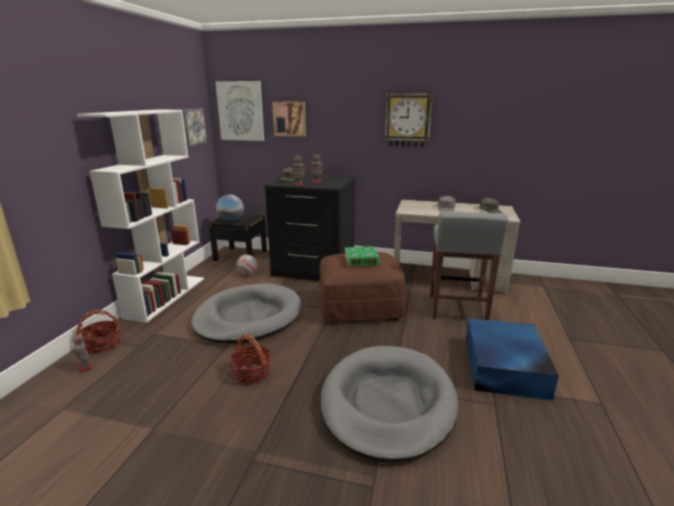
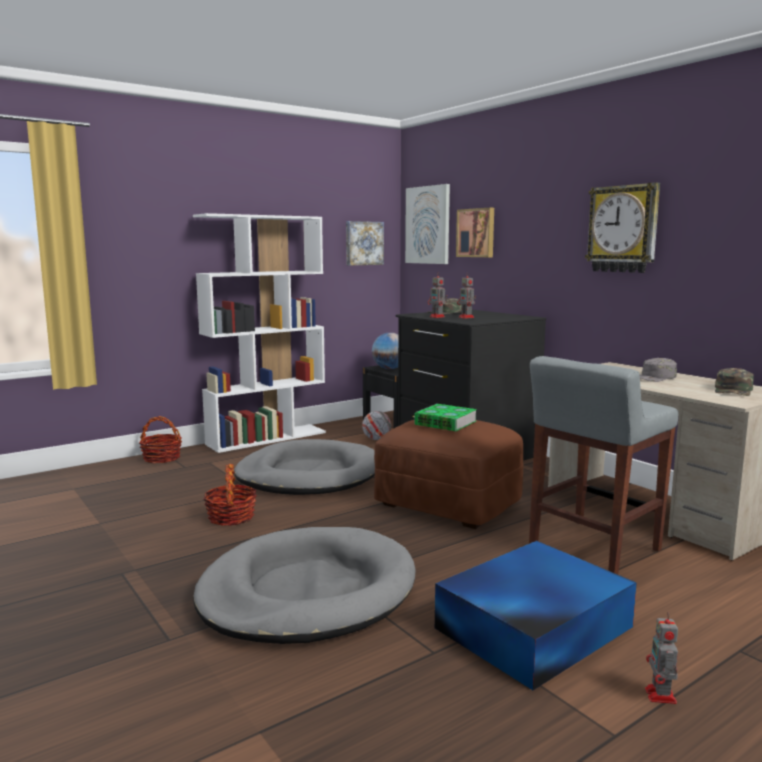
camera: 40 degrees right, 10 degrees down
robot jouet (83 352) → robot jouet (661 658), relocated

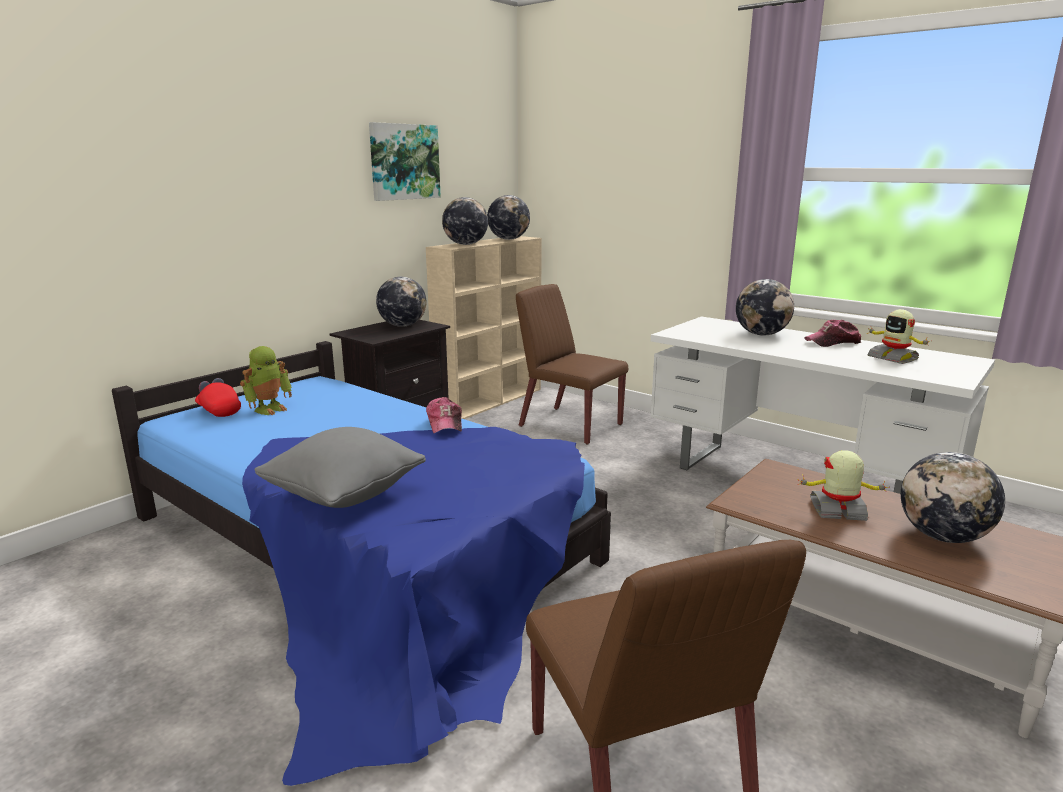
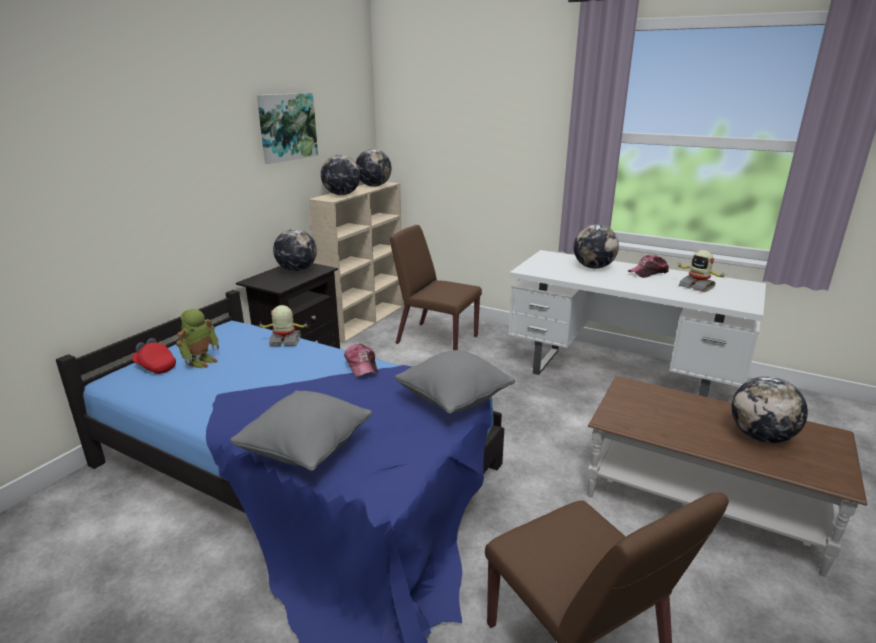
camera: 10 degrees left, 5 degrees up
robot jouet (843 485) → robot jouet (283 325), relocated
- → coussin/gris (455 382)

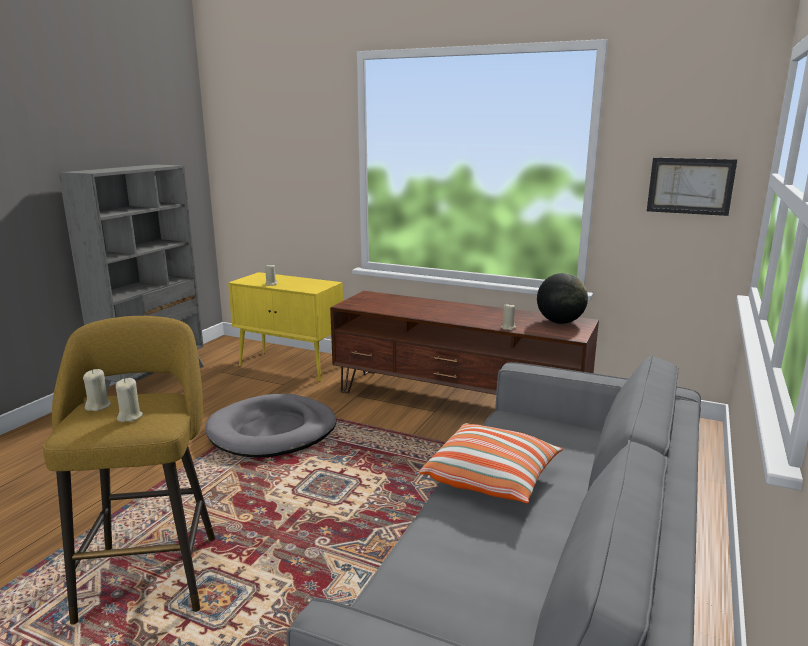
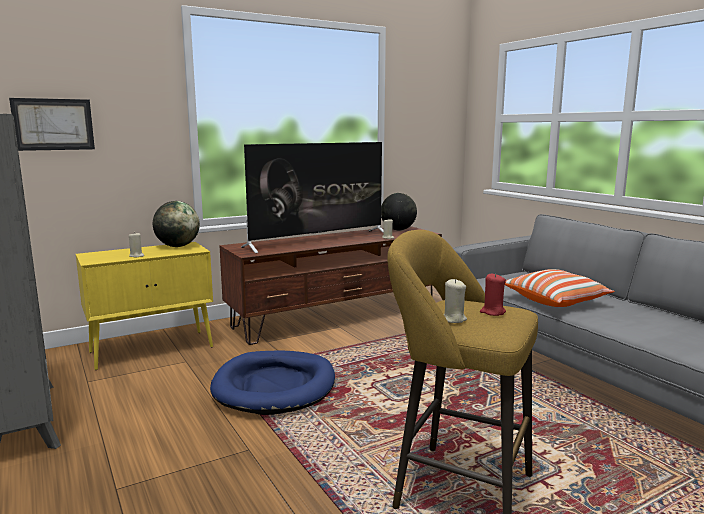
camera: 55 degrees left, 5 degrees down
tableau (692 187) → tableau (52 124), relocated
- → globe (176 224)
panier pour chien/gris (271 426) → panier pour chien/bleu (272 382)
- → téléviseur (312 197)
bougie/beige (129 400) → bougie/rouge (493 294)

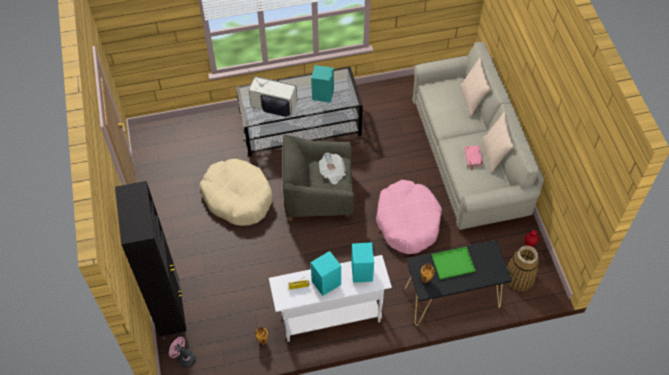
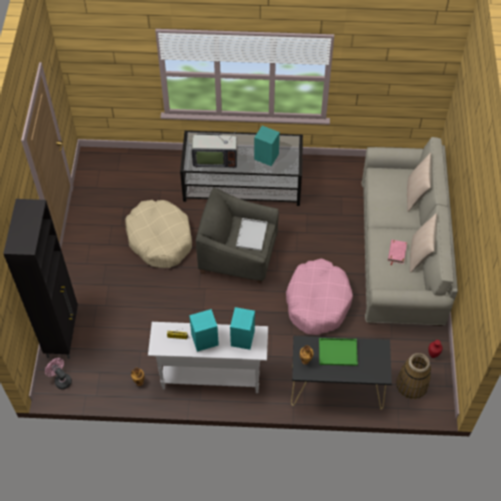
camera: 15 degrees right, 0 degrees up
téléviseur (272 92) → téléviseur (215 148), 150 degrees clockwise
journal (332 169) → plateau/blanc (252 234)

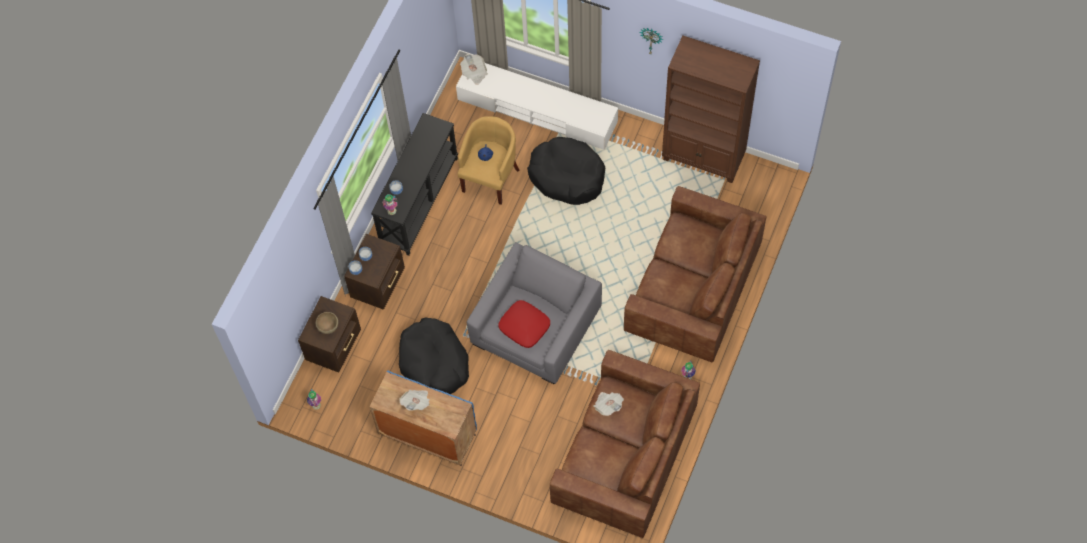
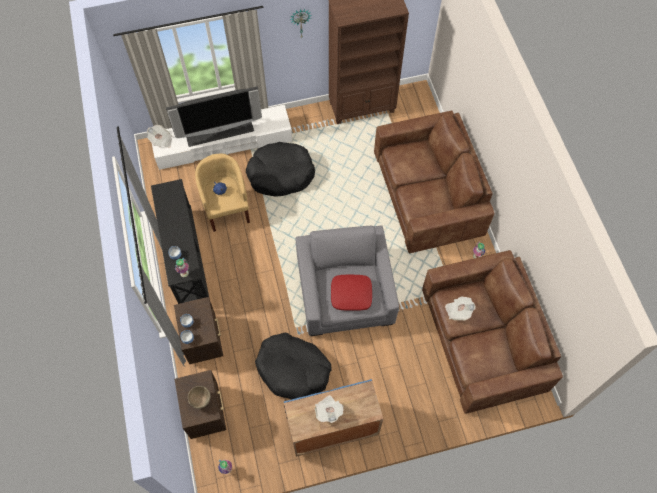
camera: 40 degrees left, 0 degrees up
- → téléviseur (214 116)

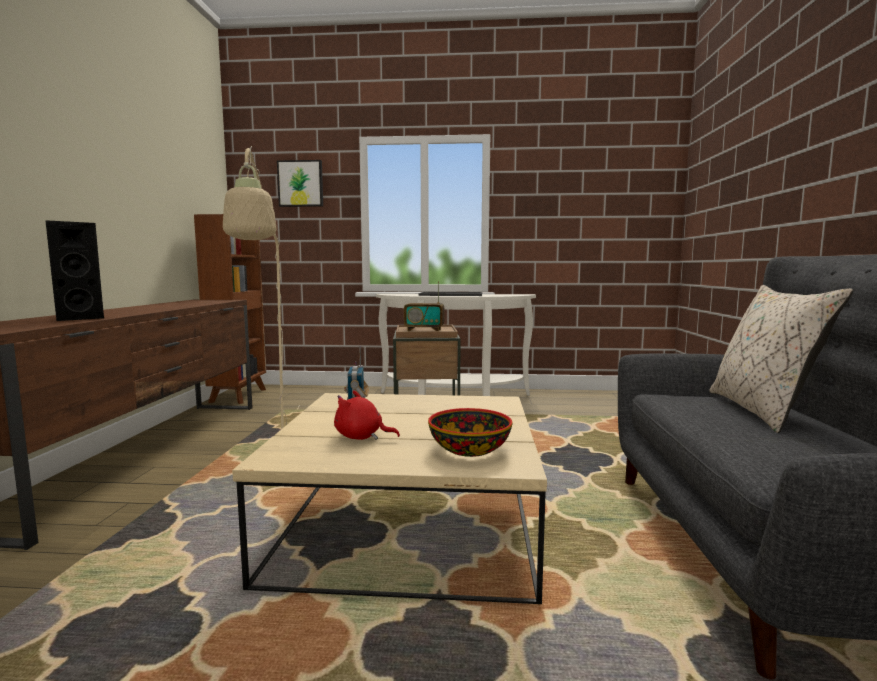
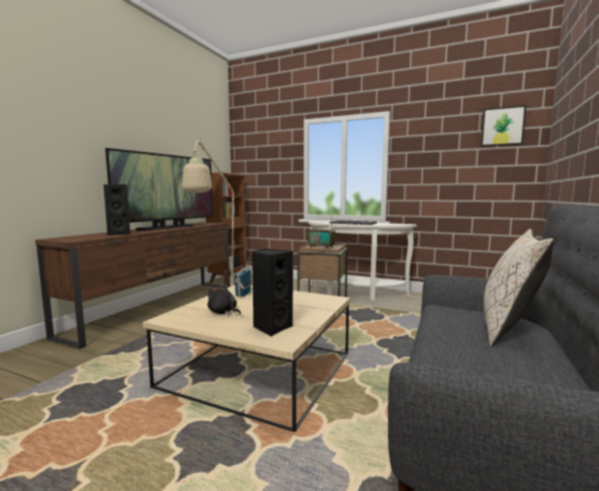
camera: 20 degrees right, 0 degrees up
- → téléviseur (159 189)
peluche/rouge (367 415) → peluche/noir (224 300)
bol (470 432) → enceinte/noir (272 293)
tableau (300 183) → tableau (503 126), relocated

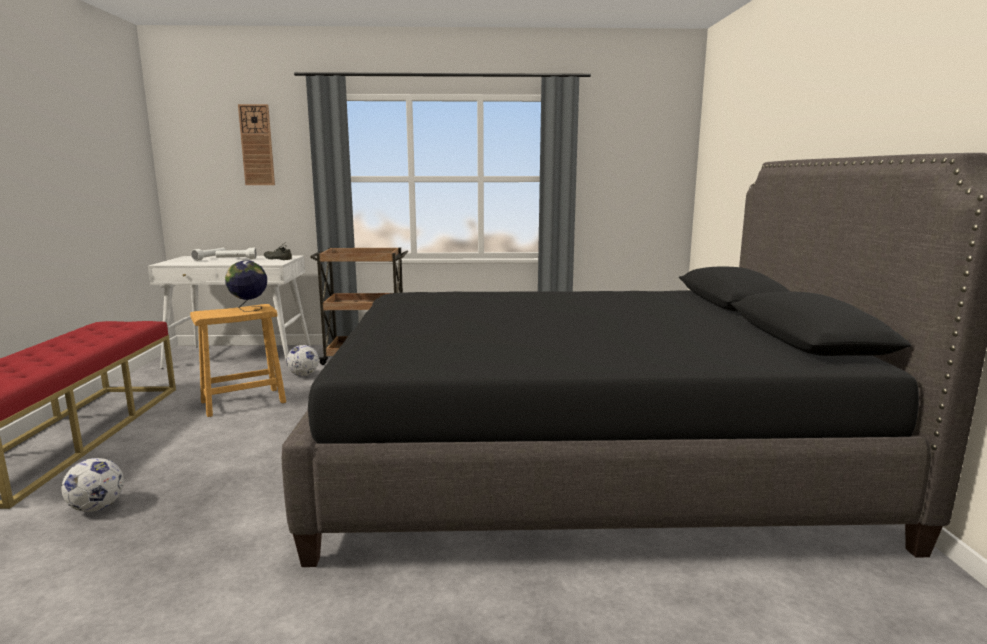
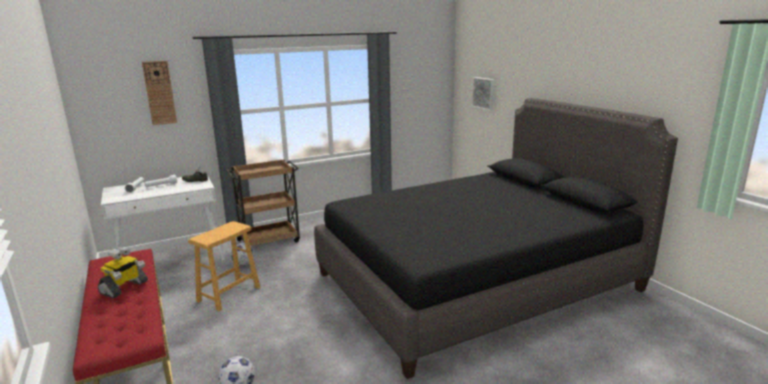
camera: 25 degrees left, 5 degrees up
- → robot jouet (123 272)
- → tableau (483 94)
globe (246 286) → -

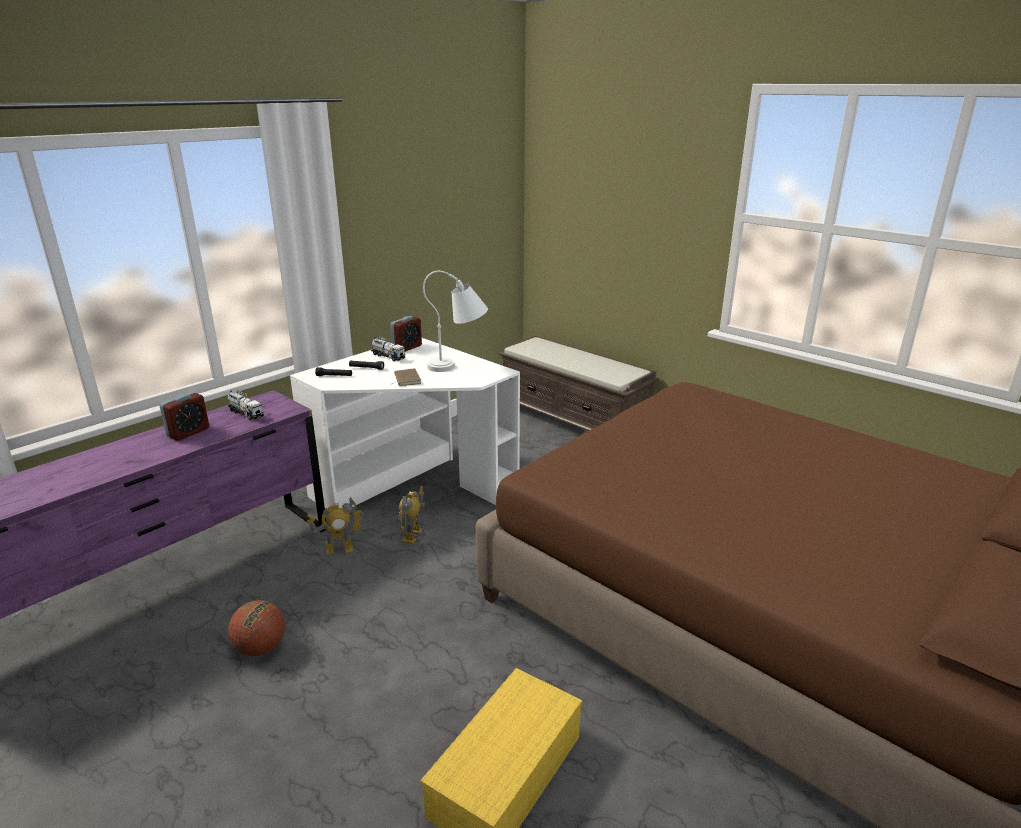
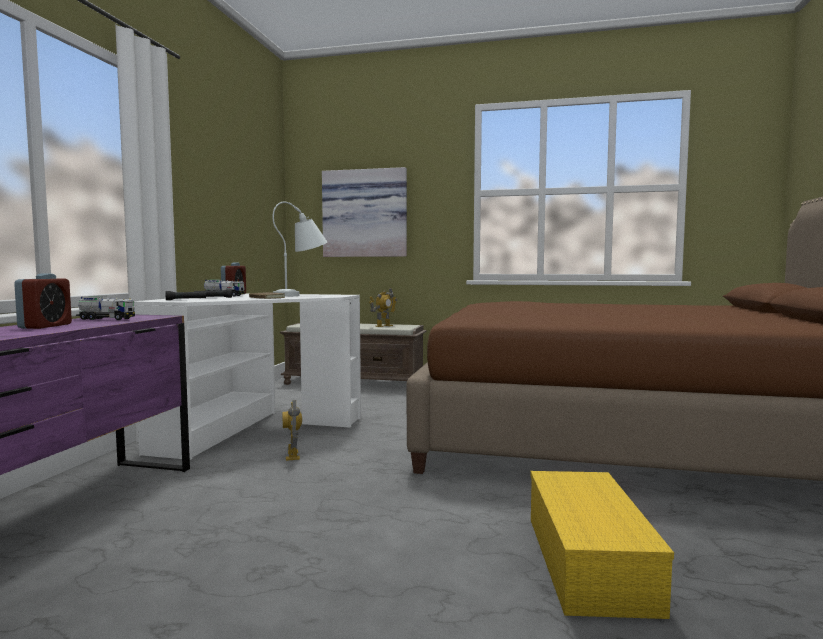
camera: 30 degrees left, 20 degrees down
- → tableau (364 212)
robot jouet (335 526) → robot jouet (383 307), relocated
ballon de basket (256 628) → -

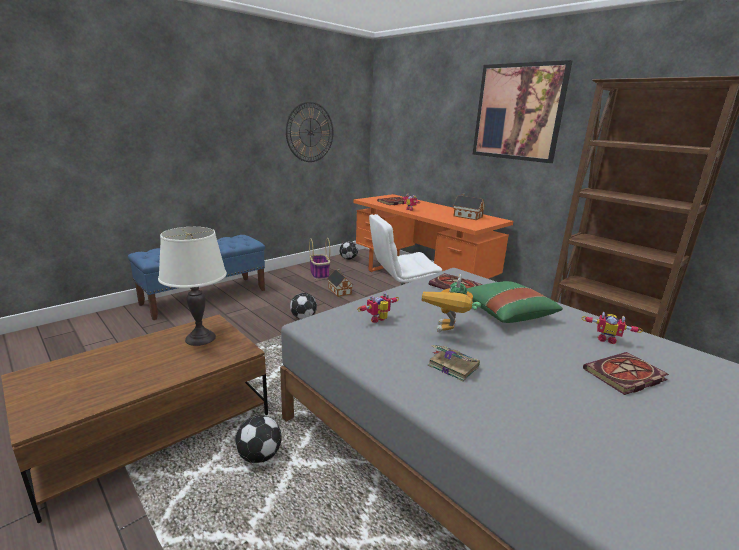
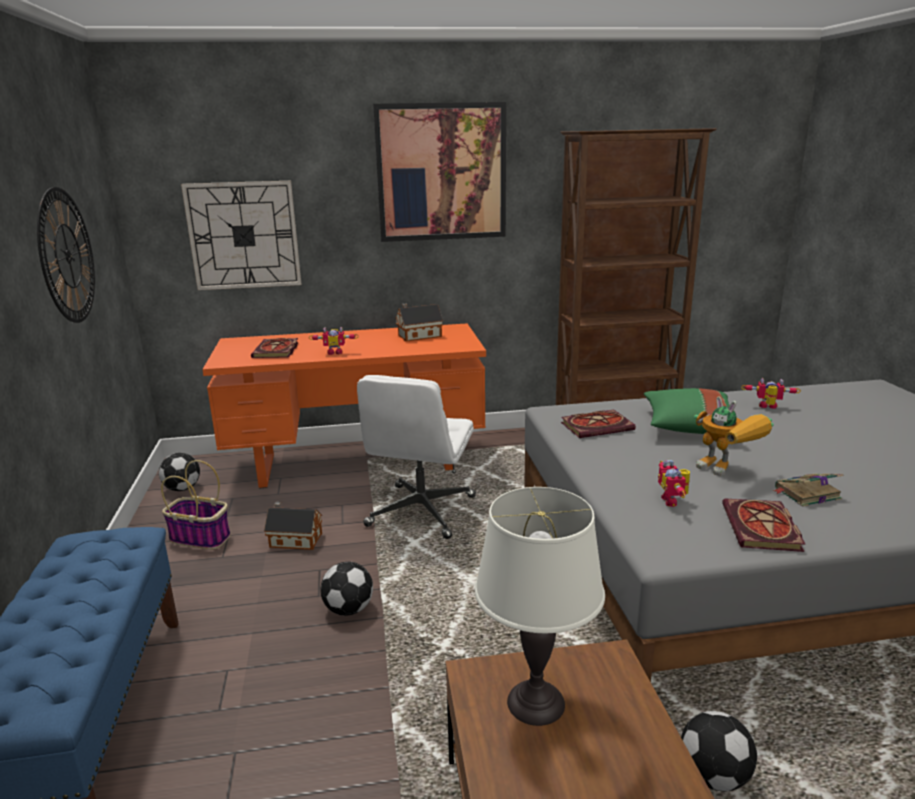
camera: 55 degrees left, 0 degrees up
- → horloge murale (241 235)
livre (626 373) → livre (764 525), relocated
robot jouet (612 328) → robot jouet (771 393), 135 degrees counterclockwise

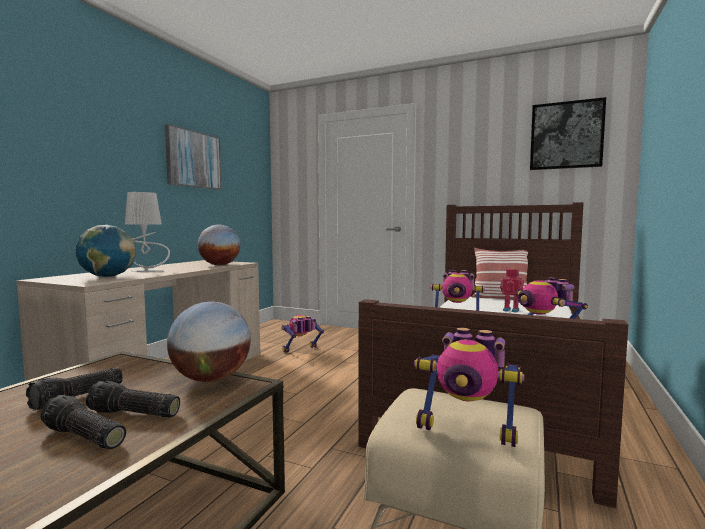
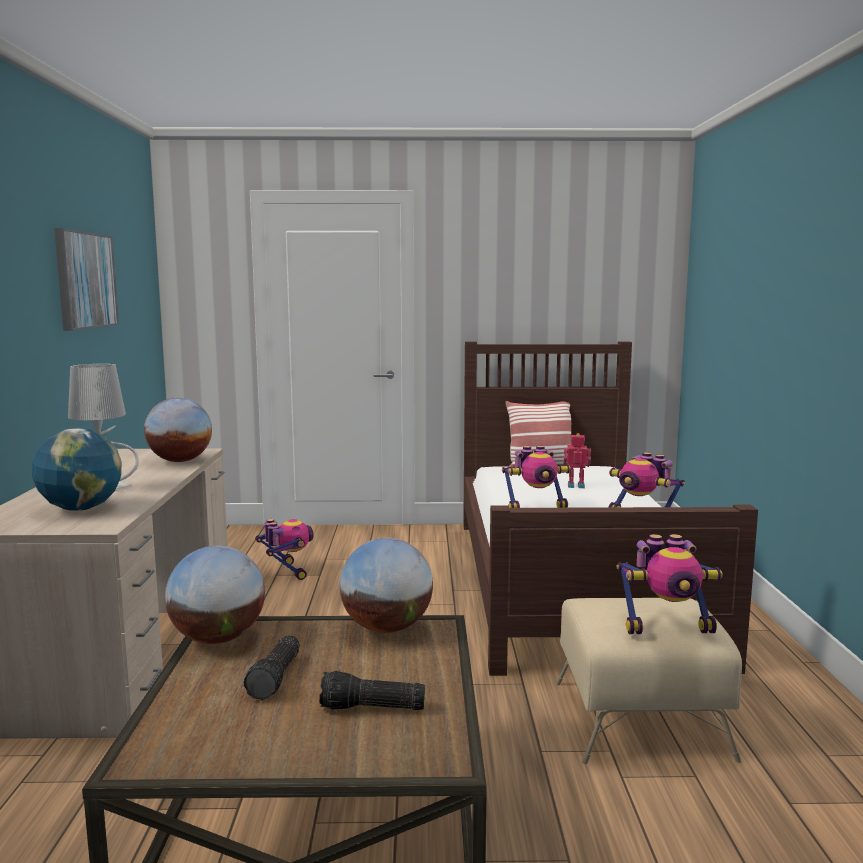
camera: 25 degrees left, 5 degrees up
- → globe (215 595)
robot jouet (302 333) → robot jouet (284 549), 120 degrees clockwise
lampe de poche (133 399) → -
tableau (568 133) → -

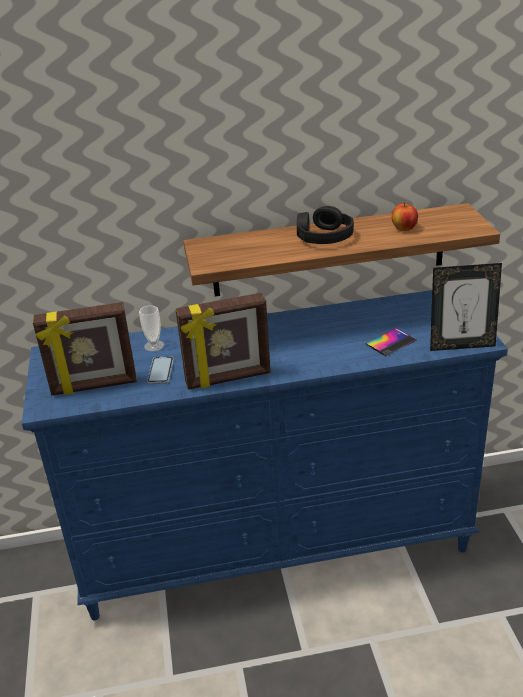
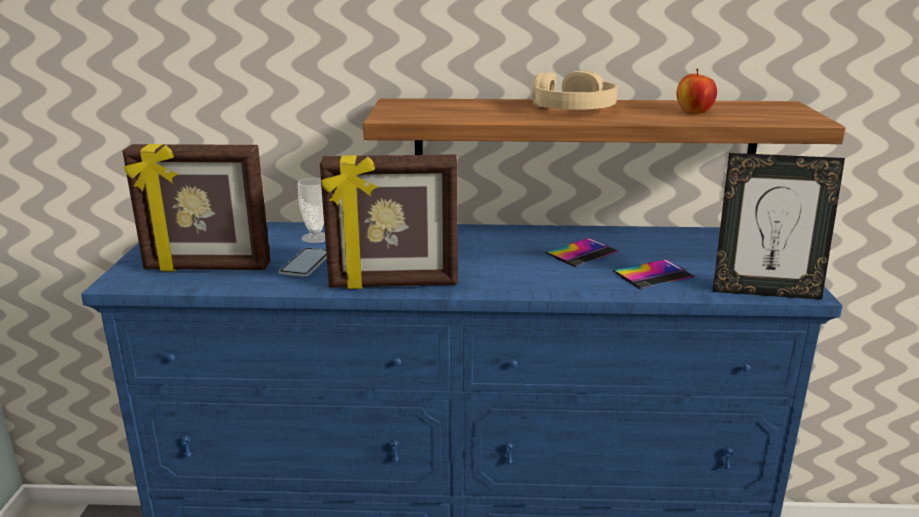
camera: 10 degrees right, 10 degrees down
casque audio/noir (325 225) → casque audio/beige (575 90)
- → téléphone (582 252)

